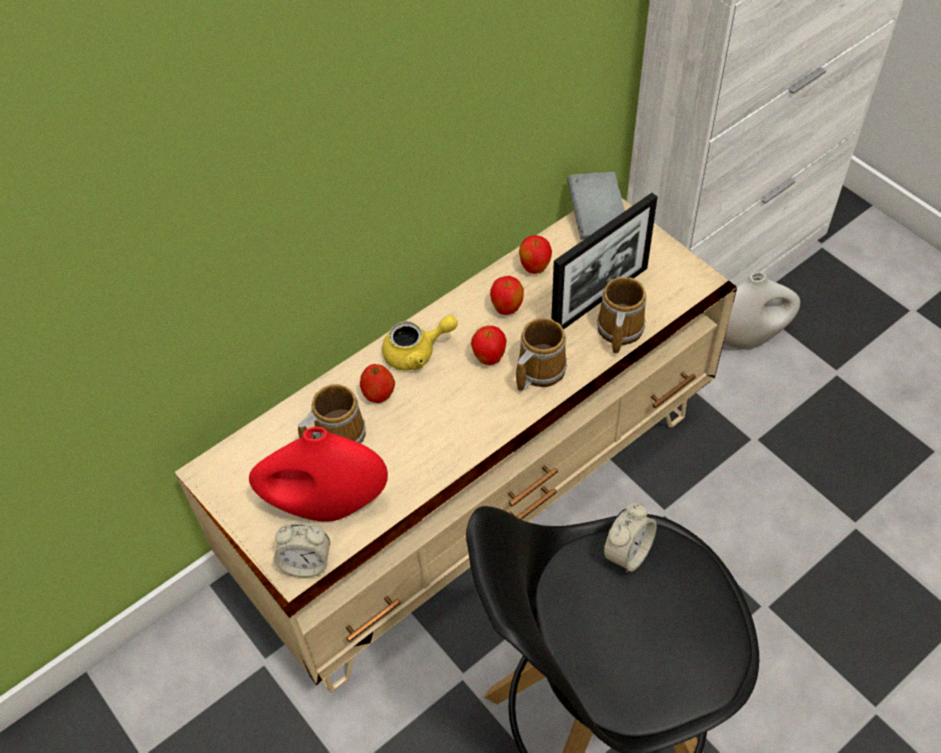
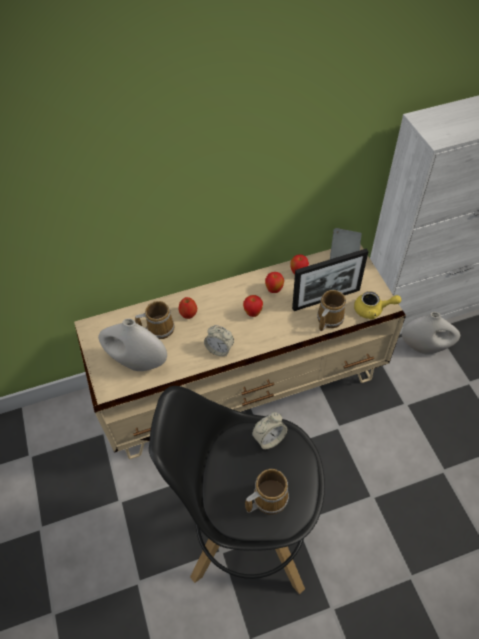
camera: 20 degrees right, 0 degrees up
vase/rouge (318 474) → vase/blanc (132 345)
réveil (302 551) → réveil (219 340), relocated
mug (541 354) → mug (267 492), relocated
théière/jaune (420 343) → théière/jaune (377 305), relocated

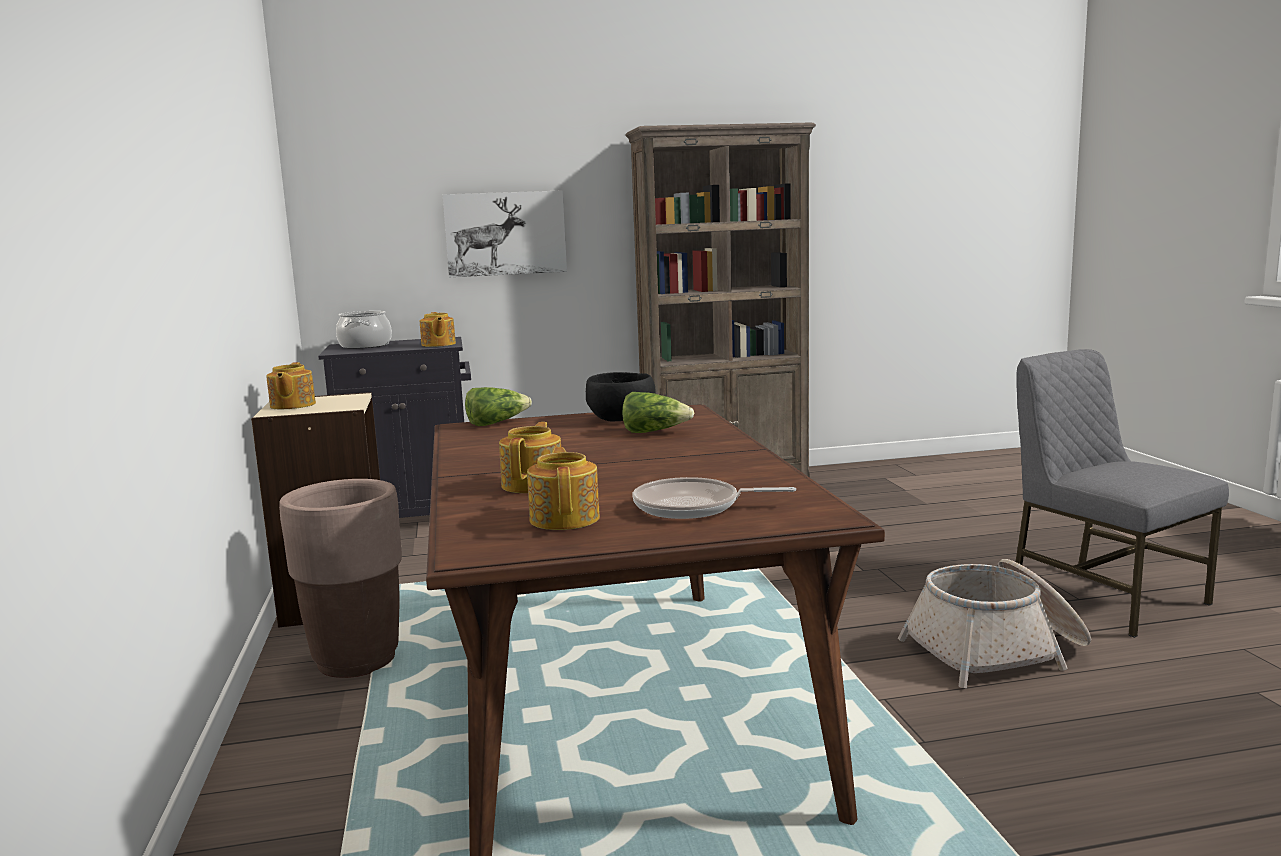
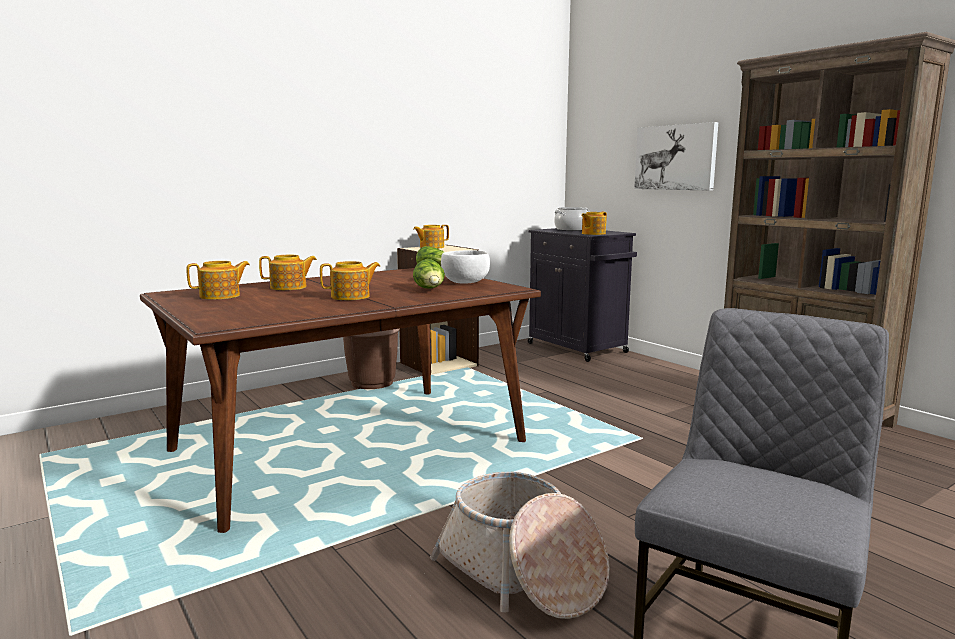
camera: 65 degrees right, 0 degrees up
- → théière (350 280)
bol/noir (621 396) → bol/blanc (465 267)
poêle (714 498) → -

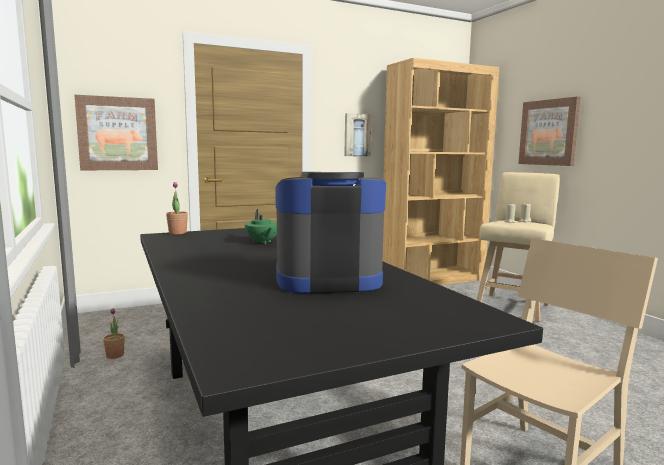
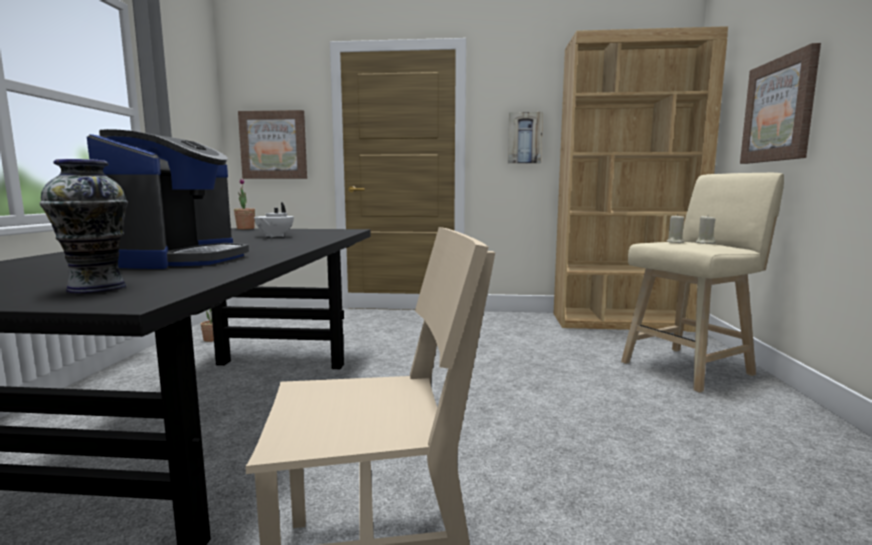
camera: 30 degrees right, 0 degrees up
- → vase (84 226)
machine à café (330 233) → machine à café (168 199), 75 degrees clockwise
théière/vert (261 226) → théière/blanc (274 220)

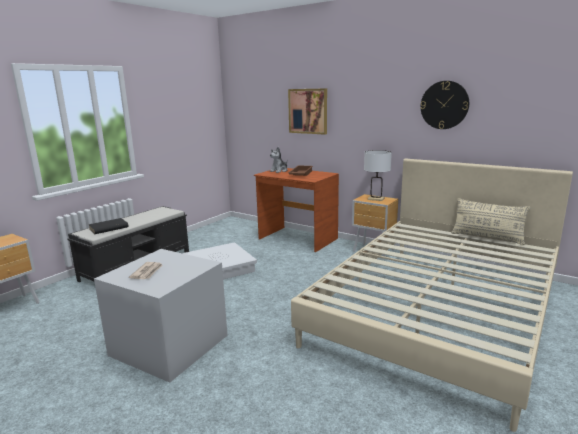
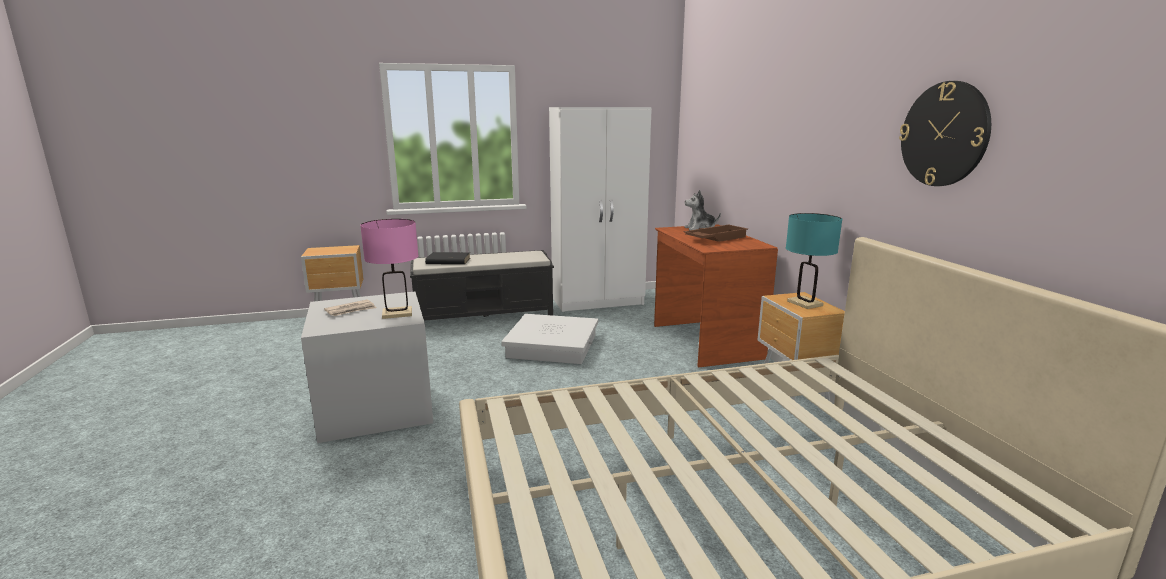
camera: 40 degrees right, 0 degrees up
- → lampe de table/rose (389 269)
- → armoire/blanc (600 209)
lampe de table/blanc (378 175) → lampe de table/turquoise (814 261)
tableau (307 111) → -
coussin/beige (491 221) → -

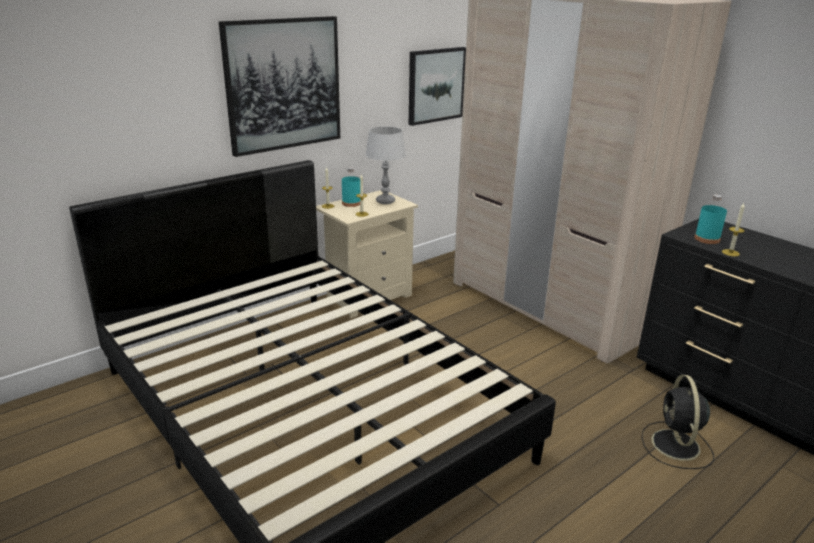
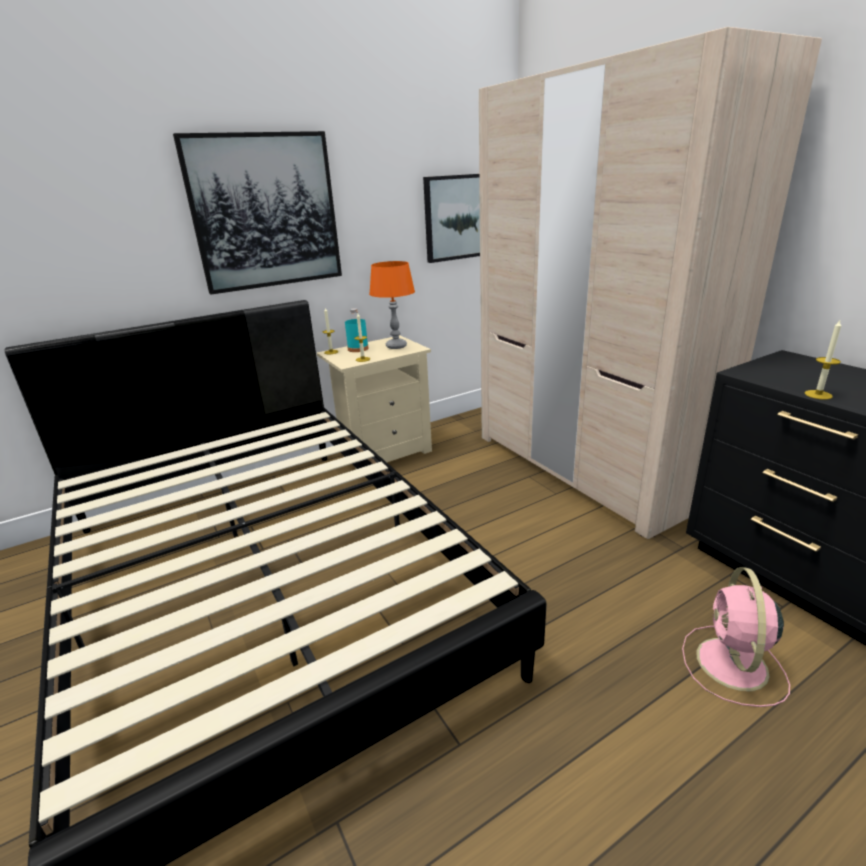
camera: 10 degrees right, 0 degrees up
lampe de table/gris (385 165) → lampe de table/orange (392 305)
ventilateur/noir (677 422) → ventilateur/rose (736 637)
bouteille/turquoise (710 219) → -

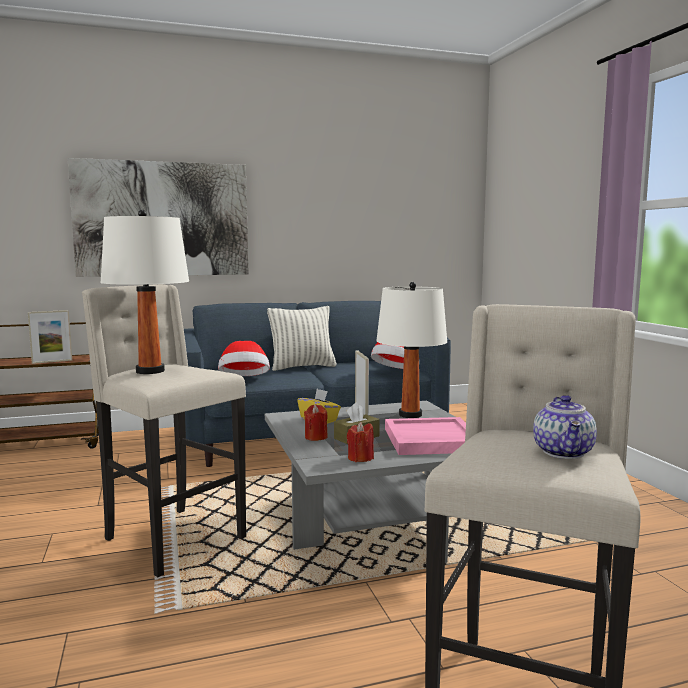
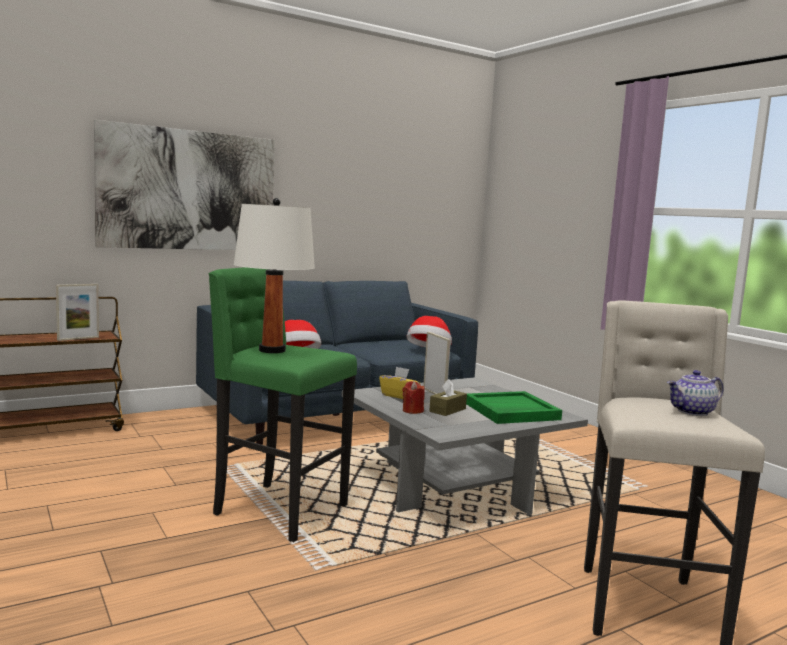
camera: 15 degrees left, 0 degrees up
tabouret/beige (164 430) → tabouret/vert (283 404)
plateau/rose (425 436) → plateau/vert (514 407)
théière (565 427) → théière (695 393), 75 degrees clockwise
coussin (302 338) → -
bougie/rouge (360 442) → -
lampe de table/blanc (411 350) → -

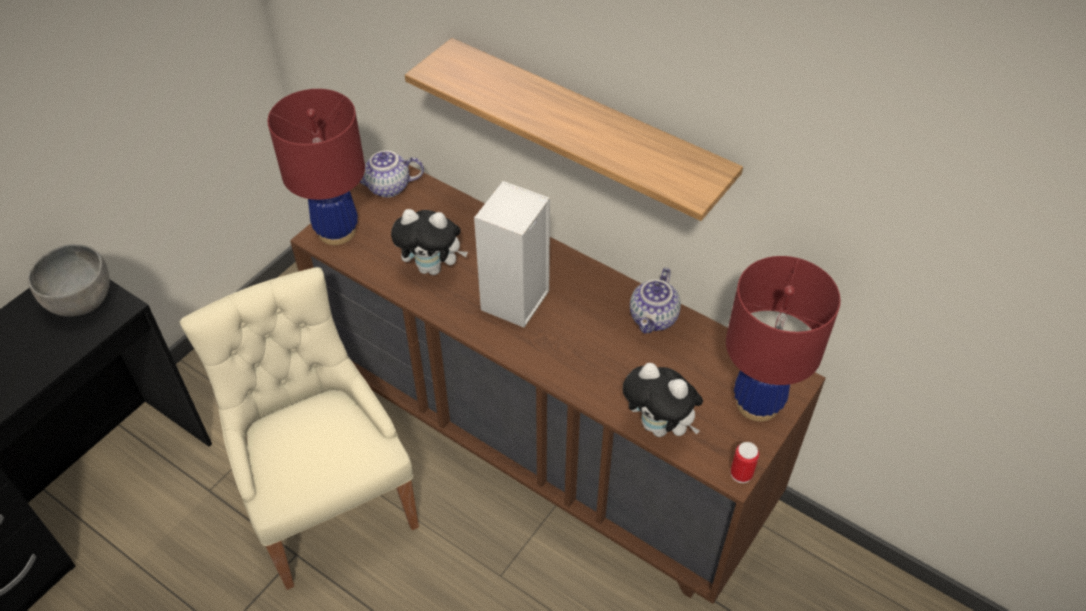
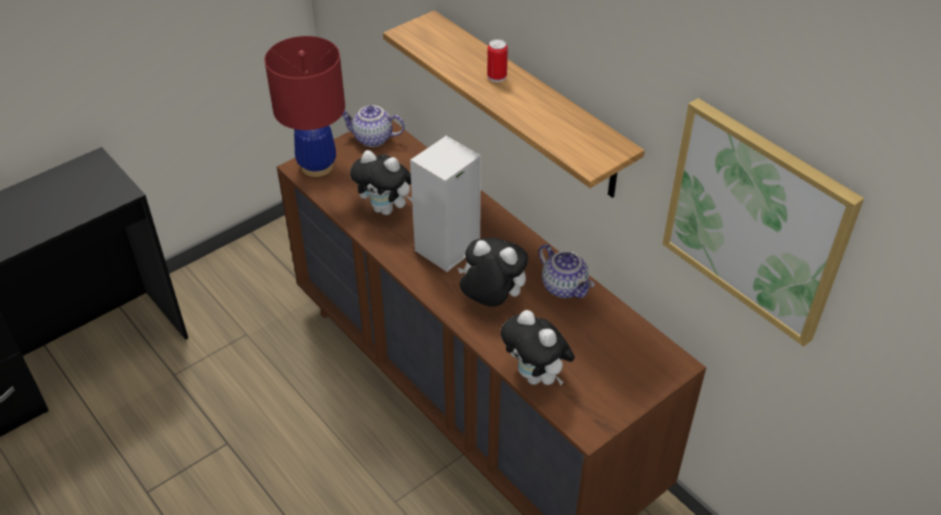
camera: 15 degrees right, 5 degrees down
- → peluche (493 272)
boîte métallique (745 462) → boîte métallique (497 60), relocated
théière (655 300) → théière (567 271), 75 degrees counterclockwise
- → tableau (763 222)
bol/gris (69 280) → -
chaise/beige (299 428) → -
lampe de table/rouge (783 339) → -

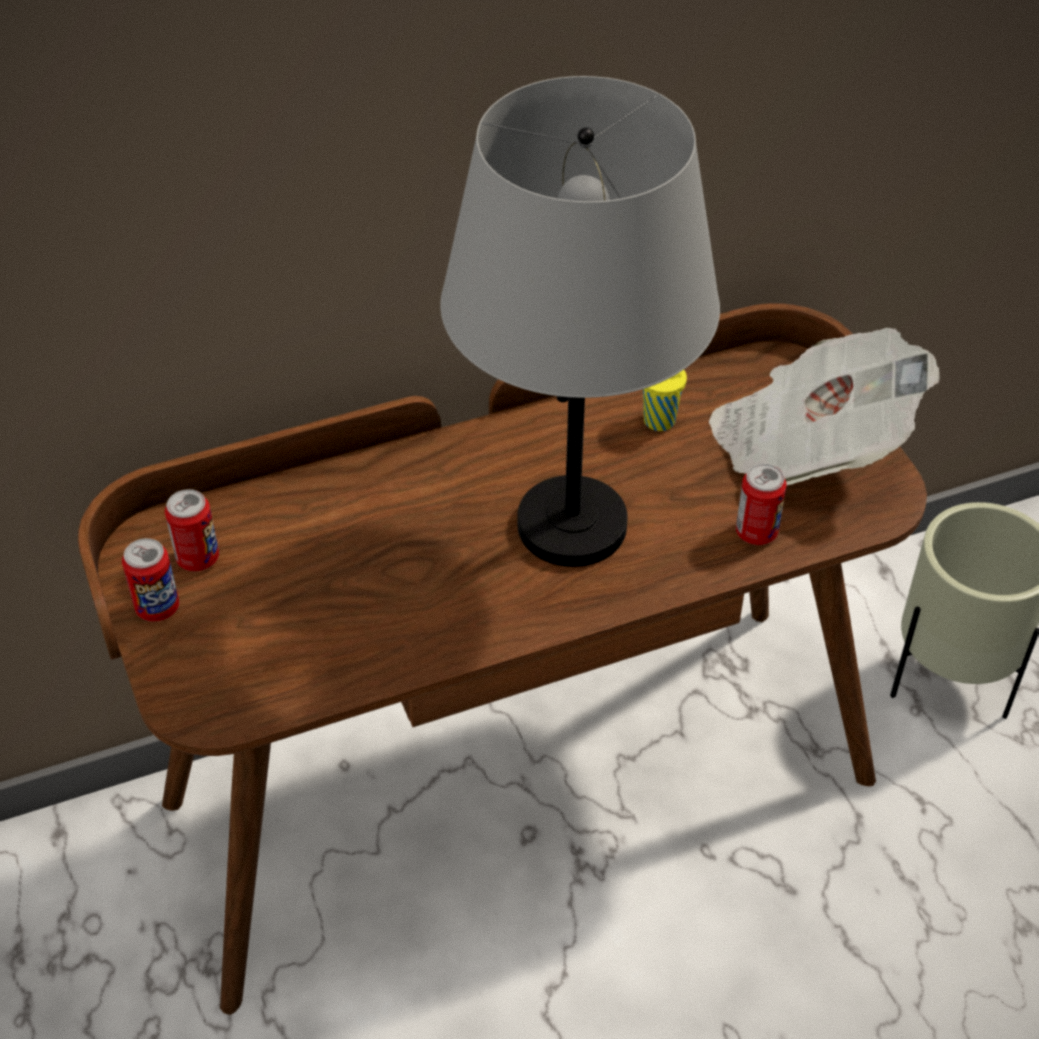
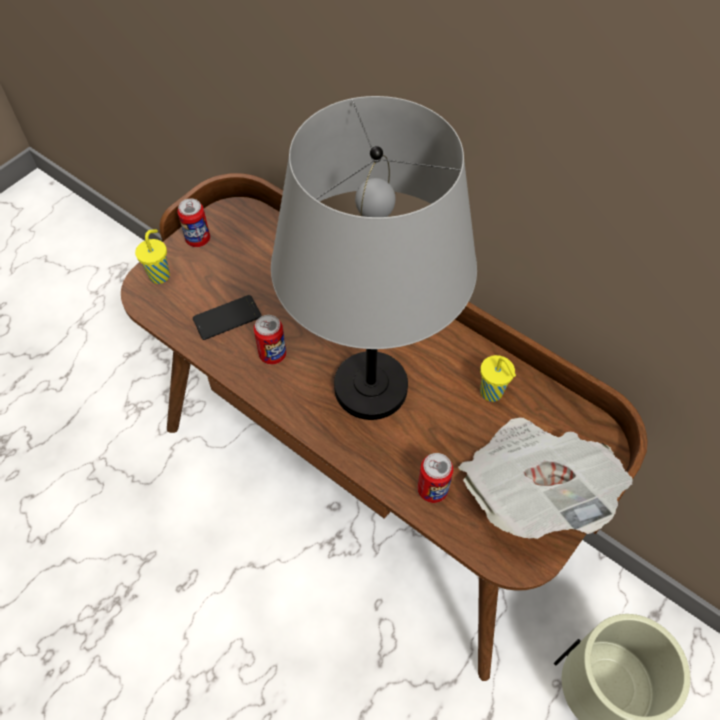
camera: 60 degrees right, 10 degrees up
- → tasse/jaune (152 257)
- → téléphone (227 317)
boîte métallique (192 530) → boîte métallique (270 339), relocated

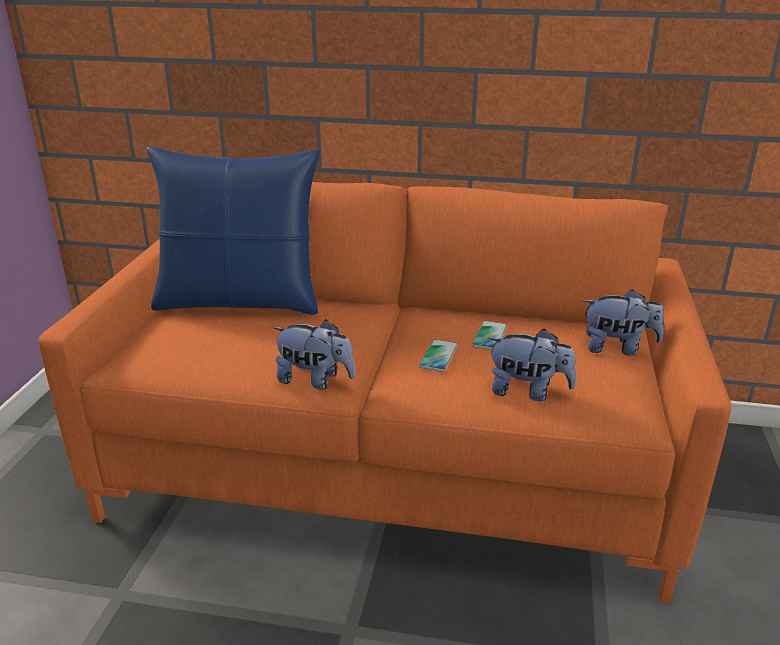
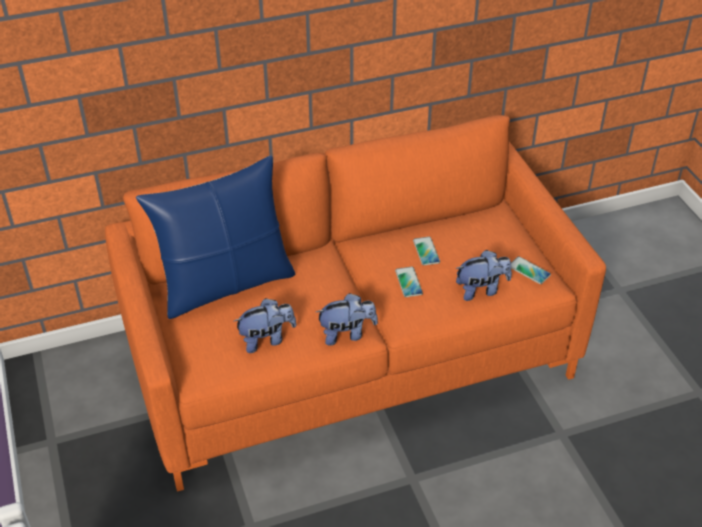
camera: 30 degrees left, 15 degrees up
peluche (623 322) → peluche (265 325), relocated
- → téléphone (531 270)

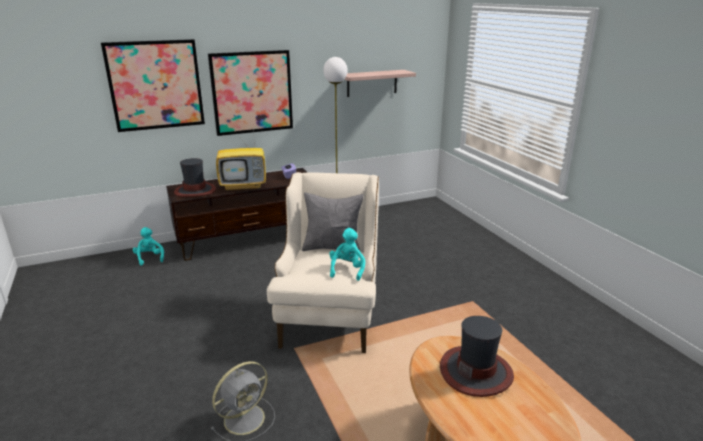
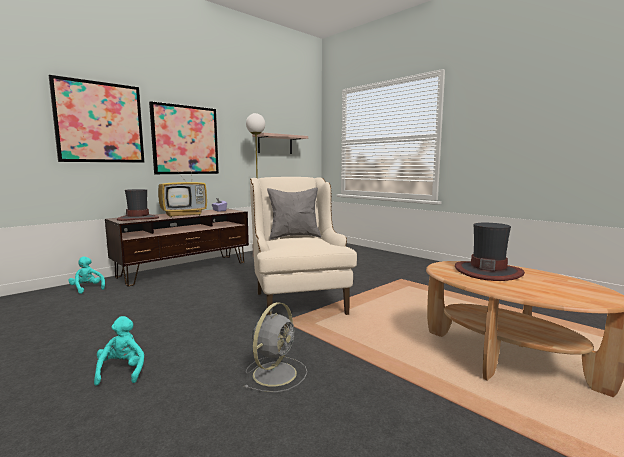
camera: 20 degrees left, 15 degrees down
peluche/turquoise (347 254) → peluche/turquoise (119 351), relocated

